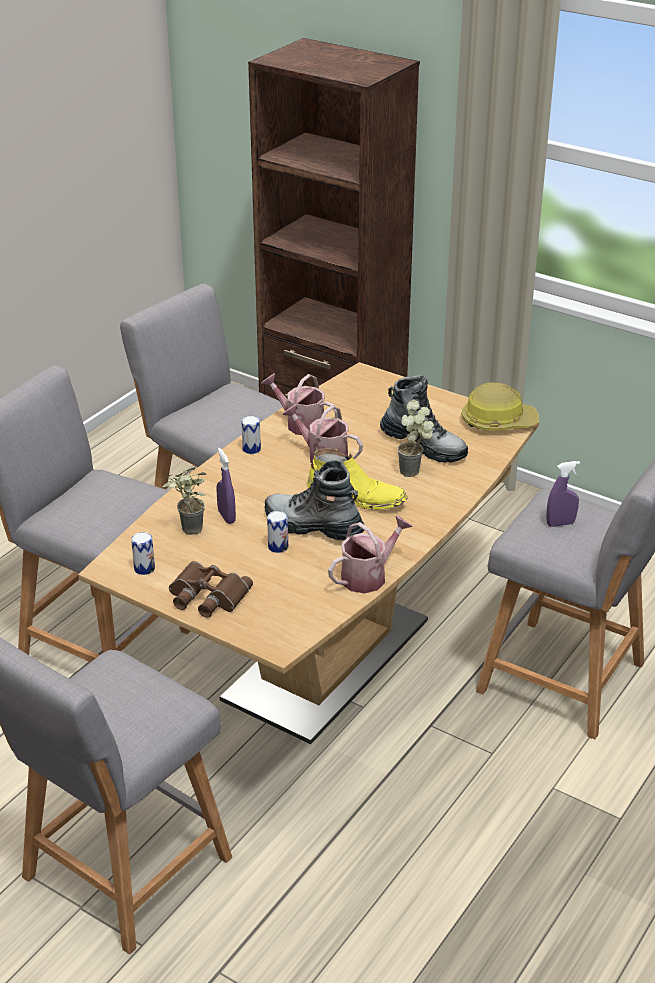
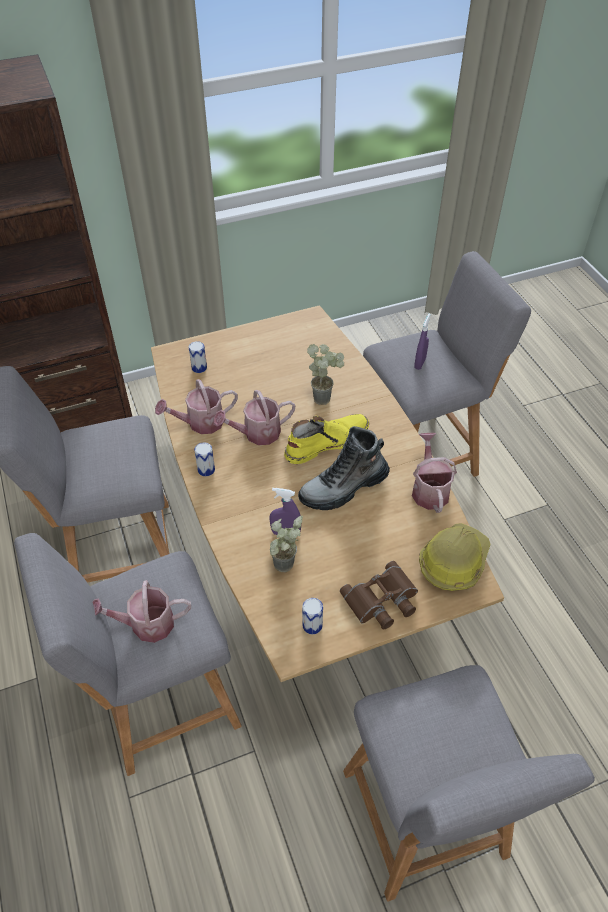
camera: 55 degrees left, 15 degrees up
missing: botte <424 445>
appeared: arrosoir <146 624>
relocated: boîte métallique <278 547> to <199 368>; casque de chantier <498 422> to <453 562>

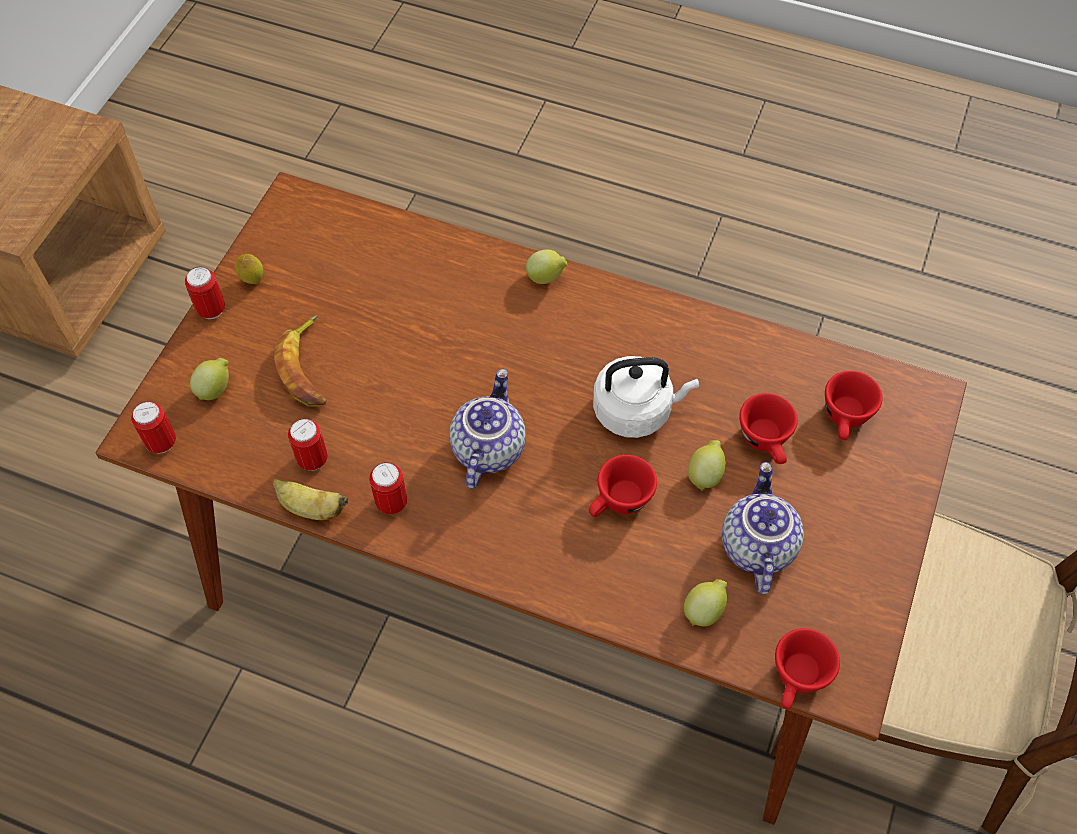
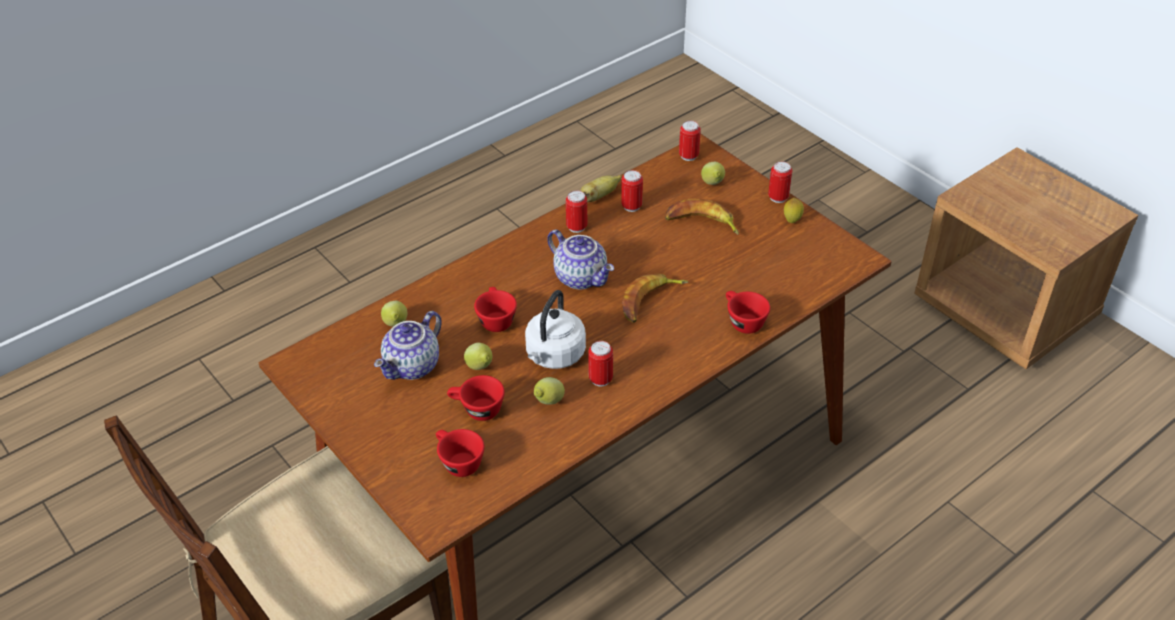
camera: 120 degrees right, 15 degrees down
appeared: boîte métallique <600 379>; banane <650 301>
relocated: citron <546 278> to <548 402>; tasse/rouge <797 680> to <742 321>
spun: théière <755 546> = <413 367> 90 degrees clockwise

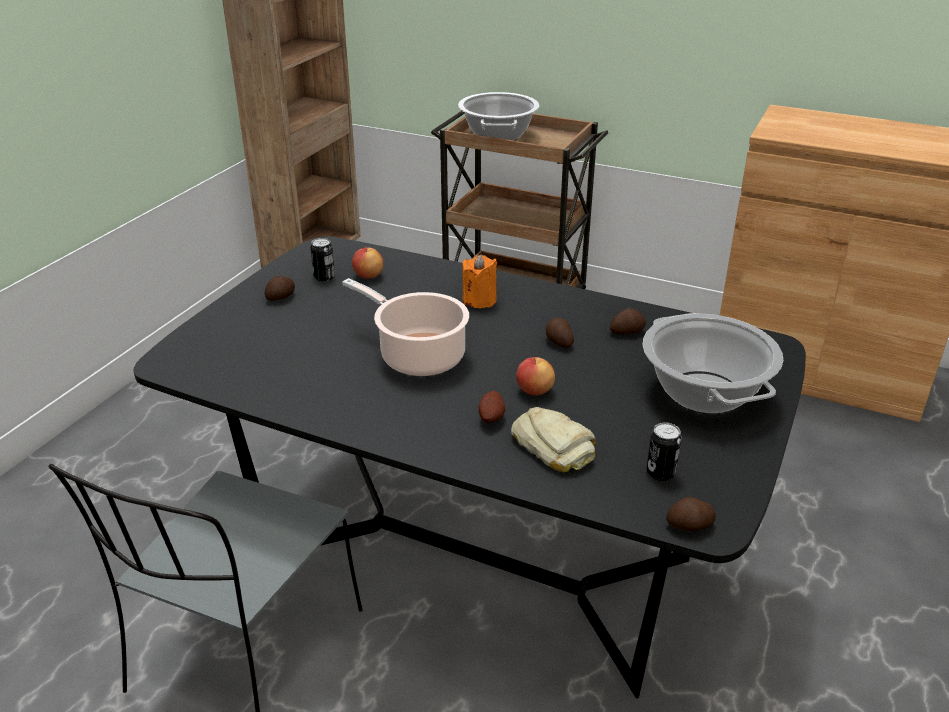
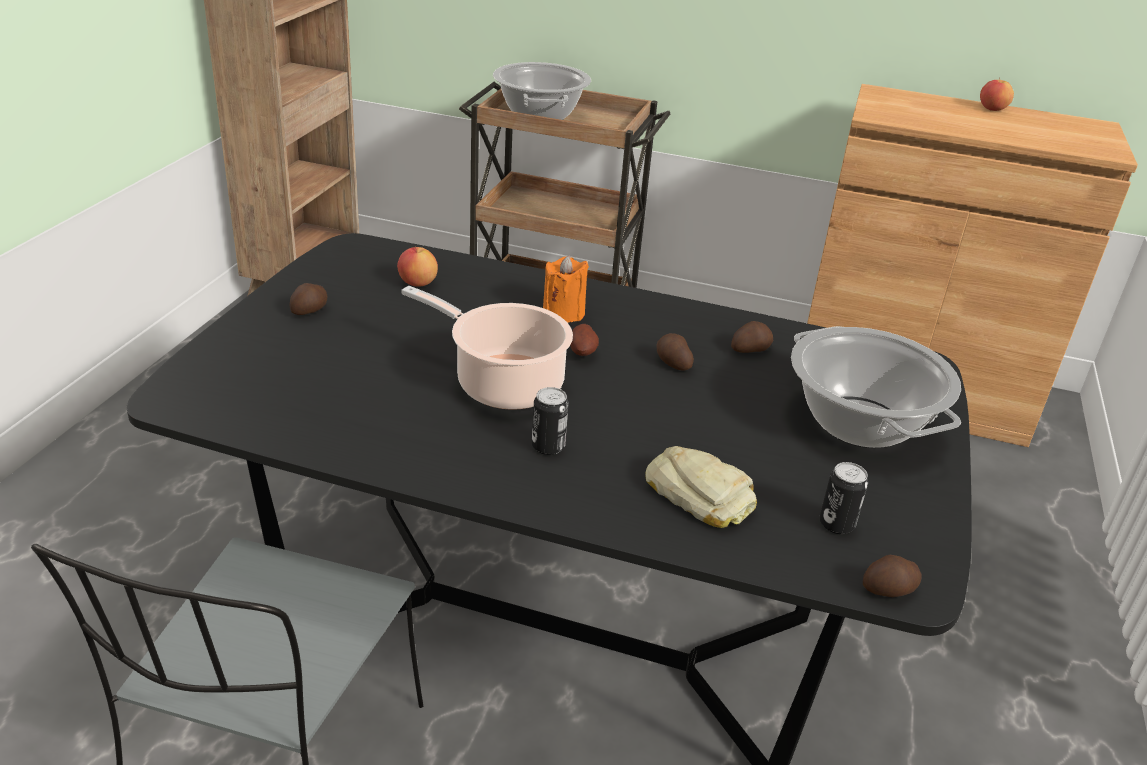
camera: 10 degrees left, 0 degrees up
relocated: boîte métallique <324 277> to <548 446>; pomme de terre <492 417> to <583 352>; pomme <534 391> to <992 109>

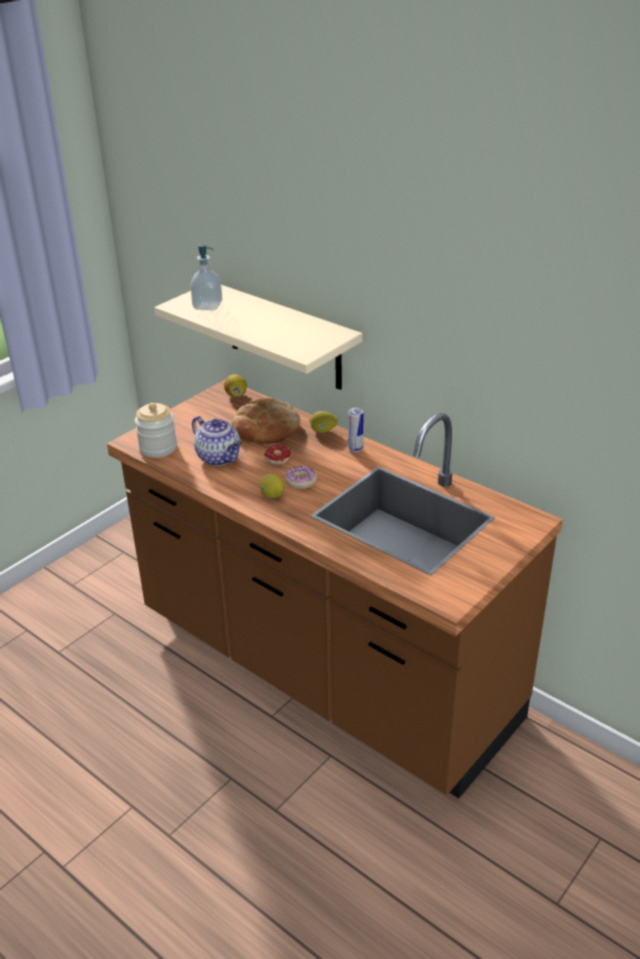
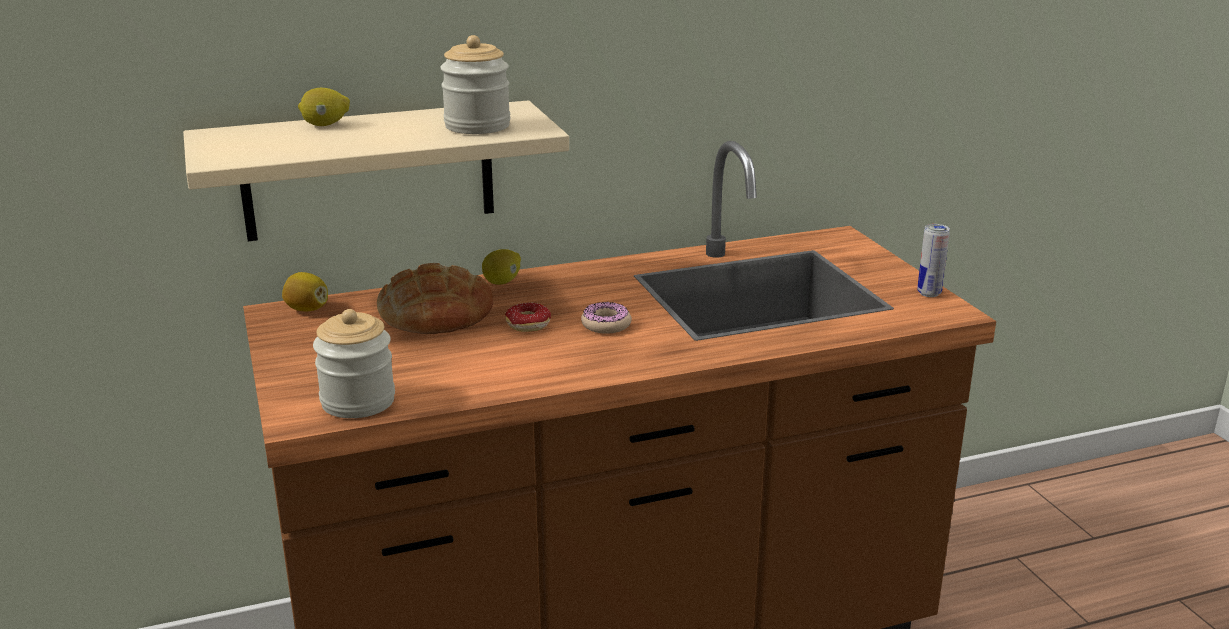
camera: 60 degrees left, 10 degrees down
missing: distributeur de savon <207 306>; théière <219 458>
appeared: bocal <477 126>
relocated: citron <272 496> to <325 125>; boîte métallique <355 449> to <929 293>

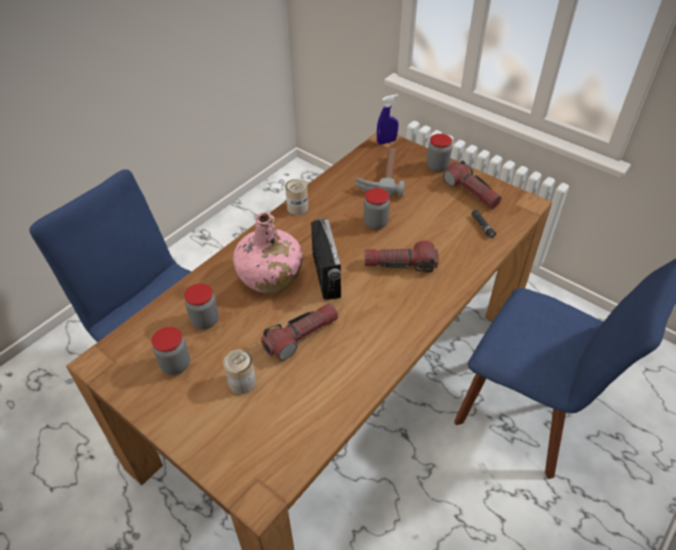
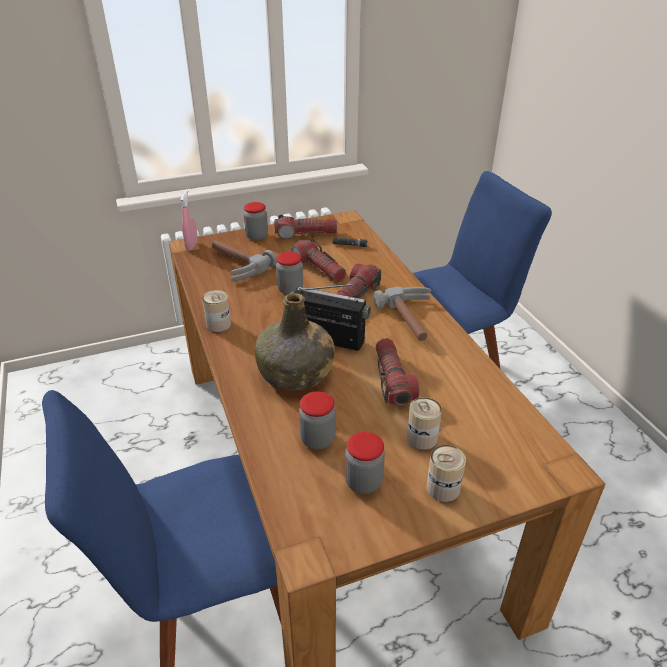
camera: 60 degrees left, 10 degrees down
appeared: lampe de poche <319 269>; marteau <414 319>; boîte métallique <443 488>
colour: bouteille/rose <269 276> to bouteille/vert <295 374>; vaporisateur/bleu <386 142> to vaporisateur/rose <192 245>

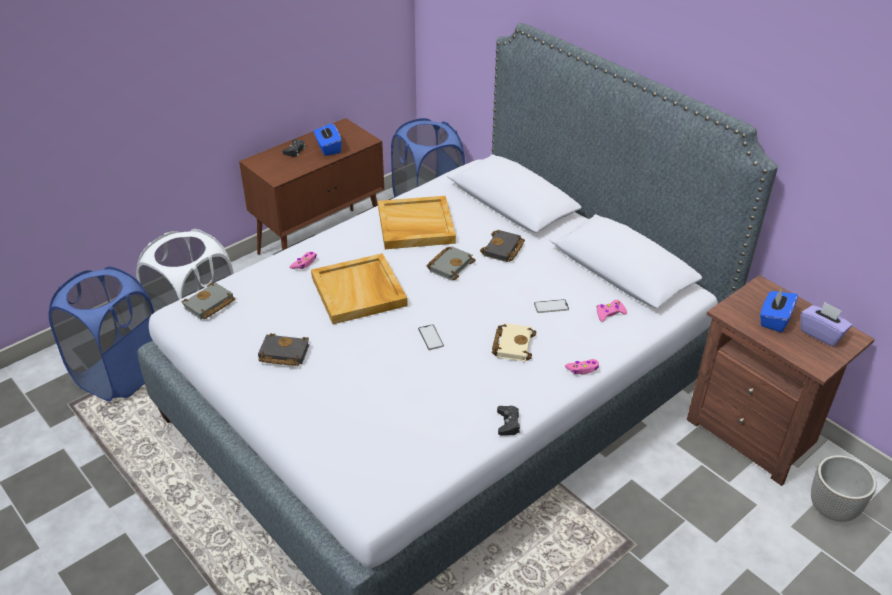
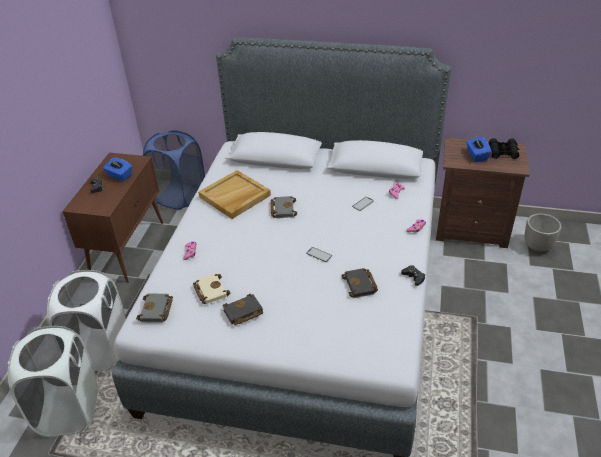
camera: 35 degrees left, 0 degrees up
missing: plateau/beige <359 292>
relocated: livre/noir <503 250> to <361 285>; livre/beige <512 344> to <210 291>
exchanged: boîte à mouchoirs/violet <821 333> to jumelles/noir <503 152>
colour: panier à linge/bleu <120 374> to panier à linge/blanc <68 410>

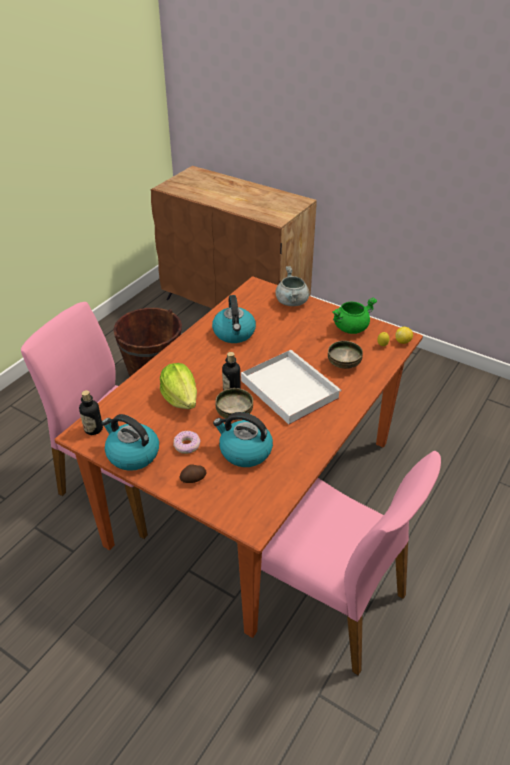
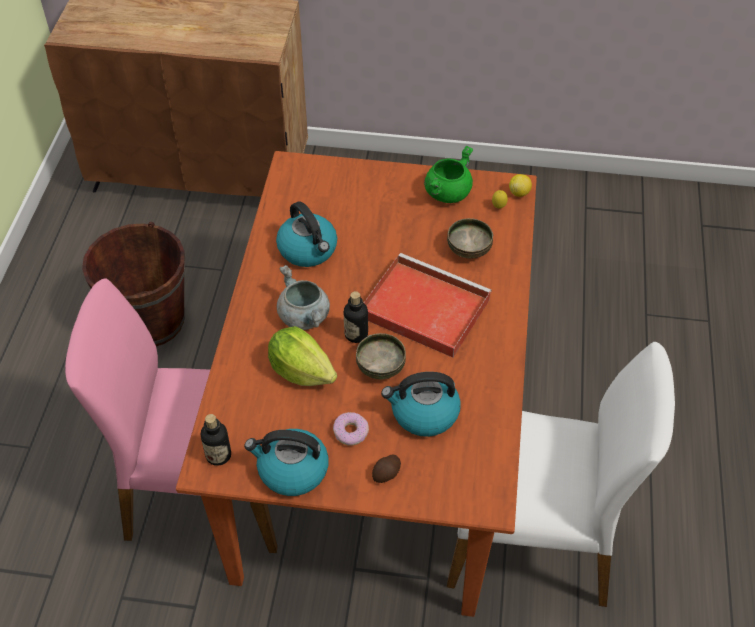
camera: 25 degrees left, 10 degrees up
relocated: marmite/gris <292 302> to <305 317>
colour: plateau/blanc <287 388> to plateau/rouge <422 308>; chaise/rose <329 601> to chaise/blanc <534 536>

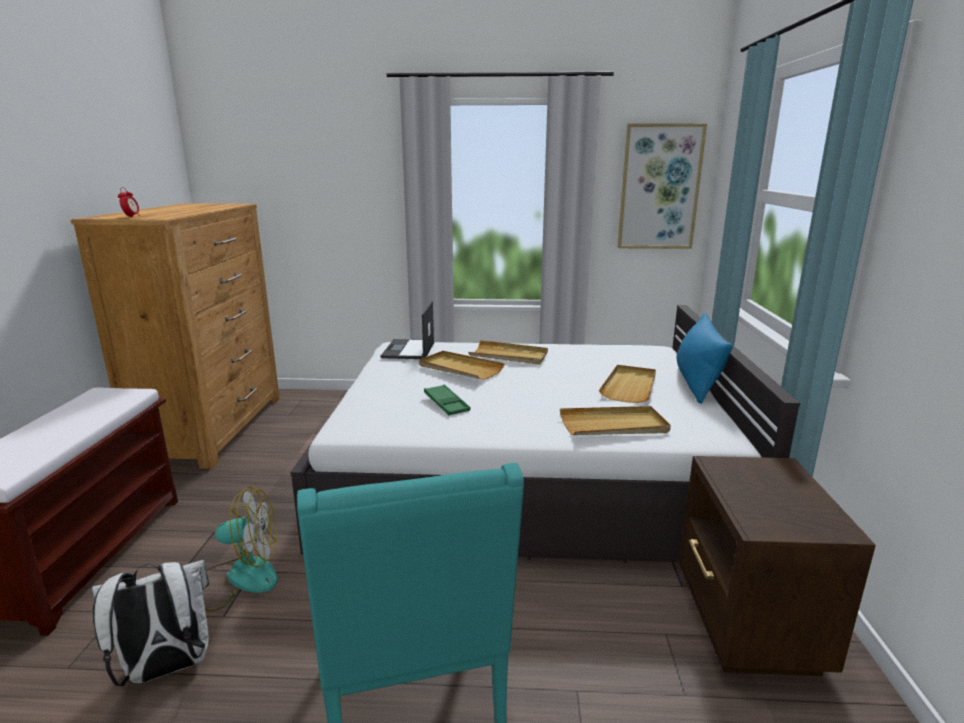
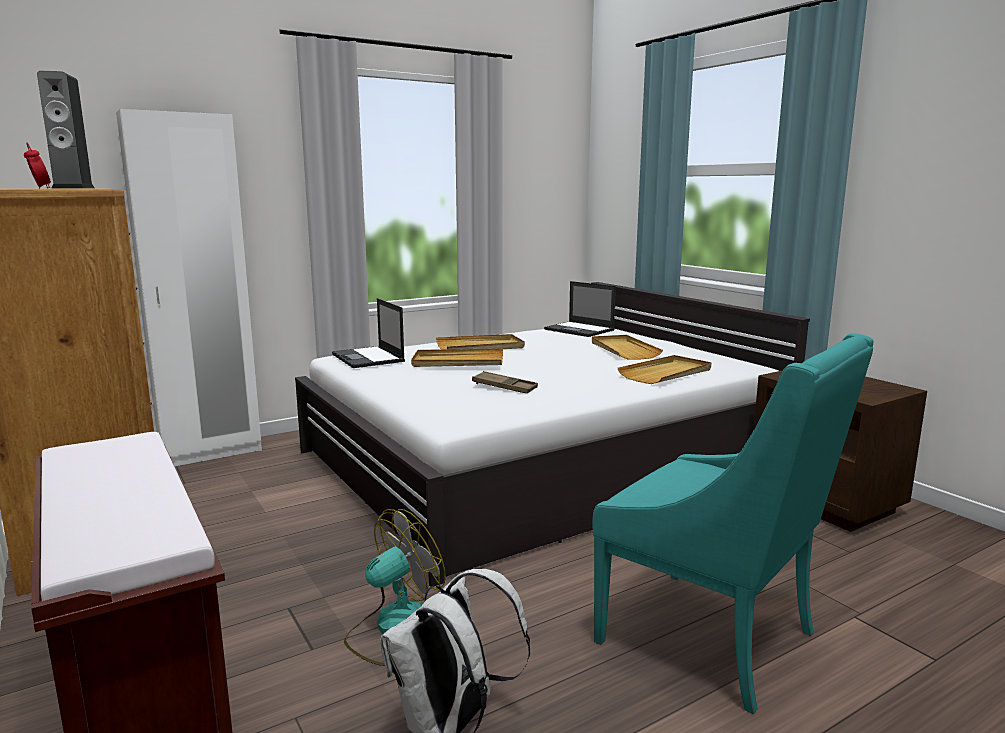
camera: 35 degrees left, 5 degrees down
missing: tableau <659 187>; coussin/bleu <697 382>
appeared: enceinte <73 188>; armoire/blanc <211 454>; ordinateur portable <580 330>
colour: plateau/vert <446 404> to plateau/marron <504 387>

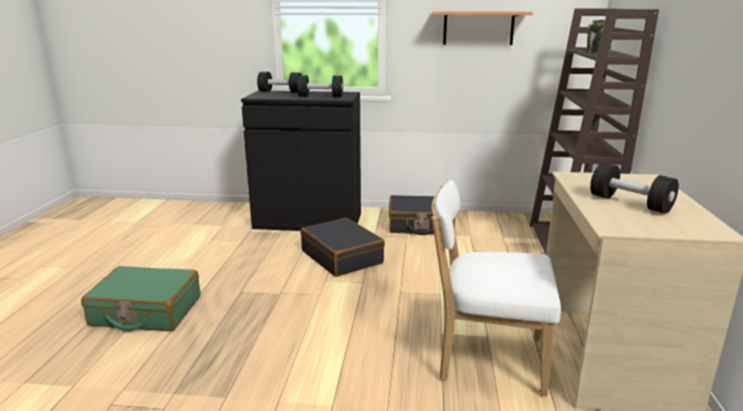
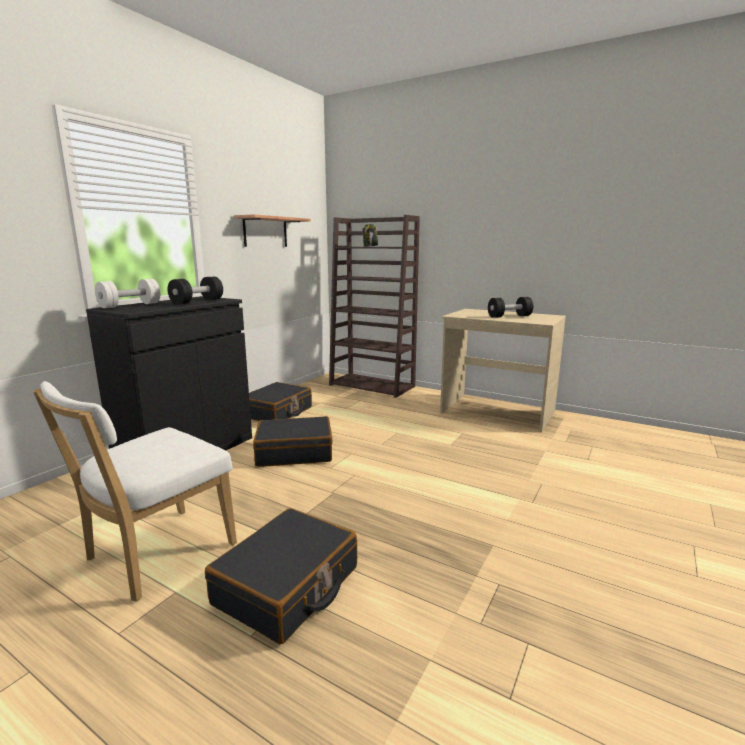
camera: 65 degrees left, 5 degrees down
relocated: chaise/blanc <485 358> to <155 555>
colour: valise/vert <146 311> to valise/noir <288 586>; haltère/noir <281 92> to haltère/blanc <130 305>

